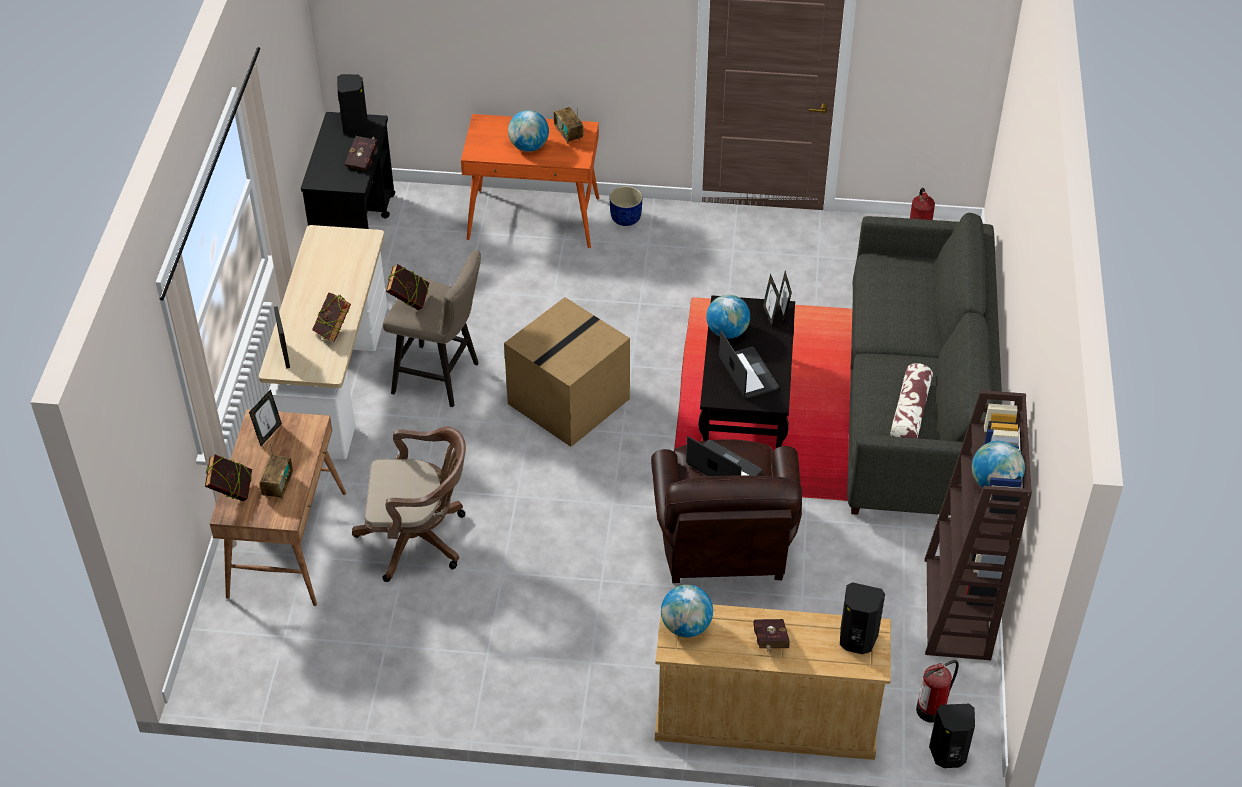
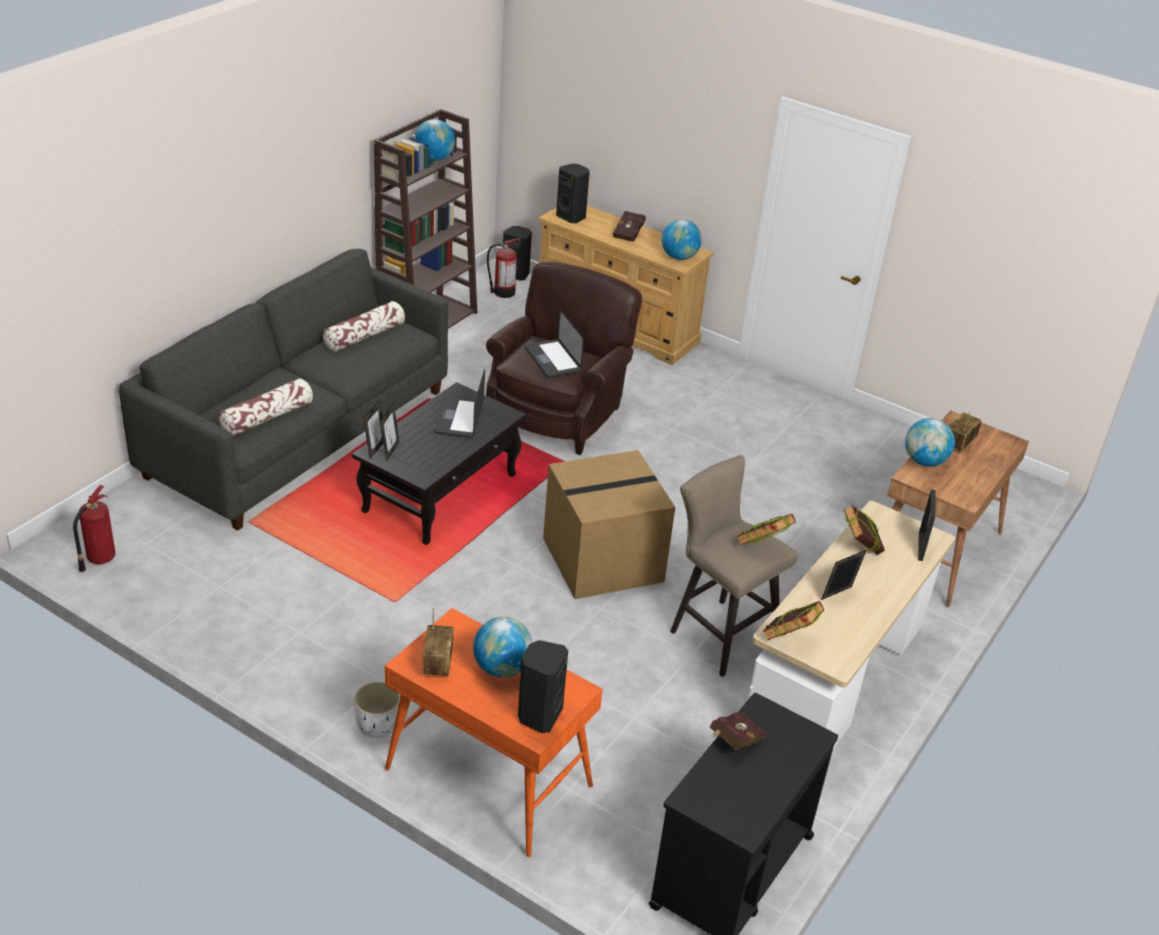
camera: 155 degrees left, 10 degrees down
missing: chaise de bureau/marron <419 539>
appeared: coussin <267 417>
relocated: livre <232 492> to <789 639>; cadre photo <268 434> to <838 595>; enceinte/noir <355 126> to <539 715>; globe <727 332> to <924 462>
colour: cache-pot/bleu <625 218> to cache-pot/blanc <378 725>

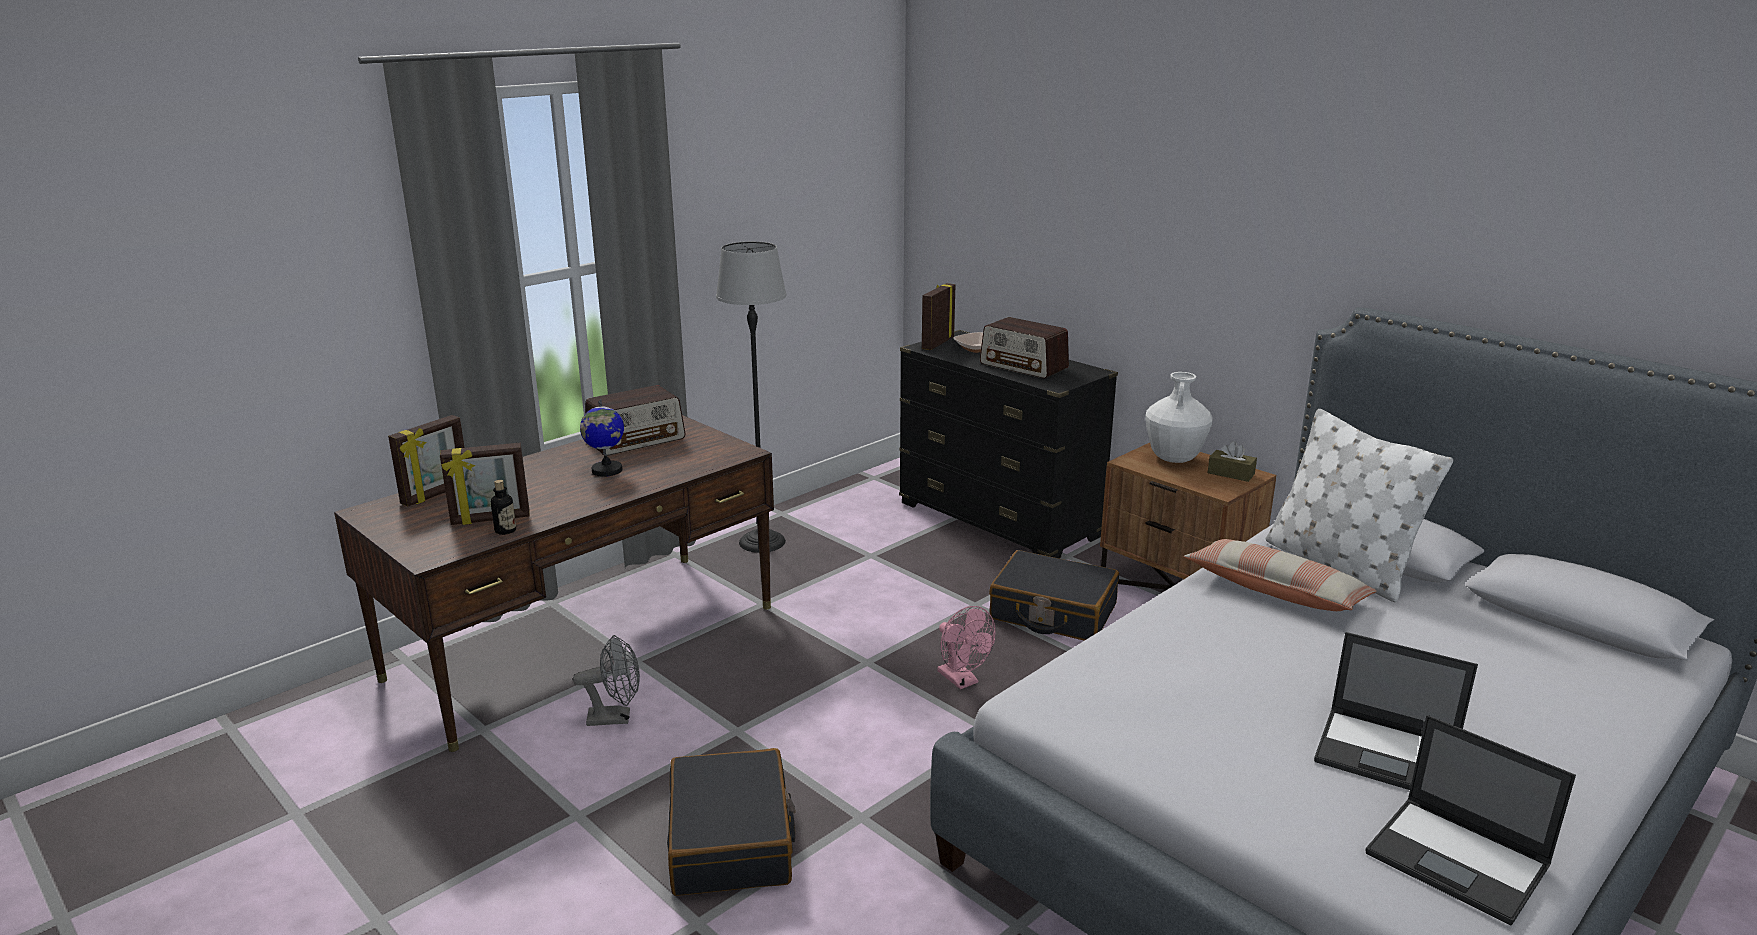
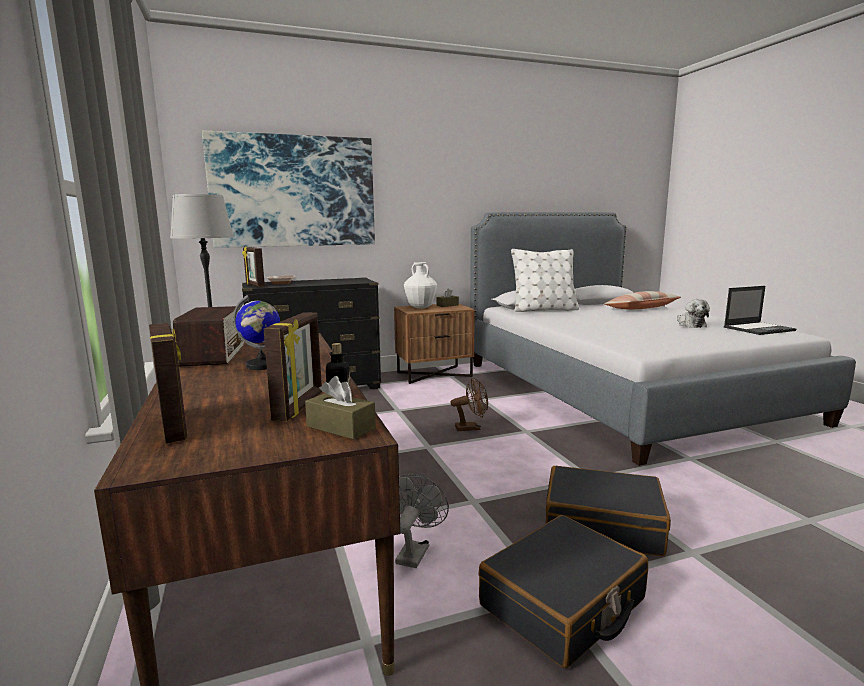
camera: 65 degrees left, 10 degrees down
missing: radio <1024 366>
appeared: tableau <294 191>; boîte à mouchoirs/marron <341 427>
relocated: valise/noir <1052 612> to <563 603>; coussin <1276 591> to <641 309>
exchanged: ordinateur portable <1388 754> to peluche <690 324>
colour: ventilateur/rose <962 680> to ventilateur/marron <471 428>

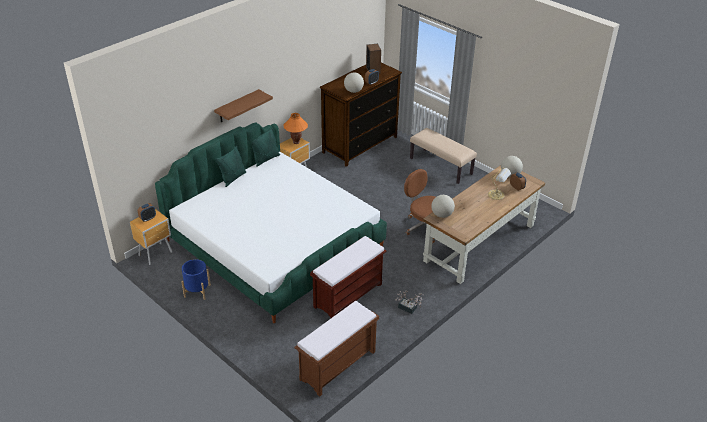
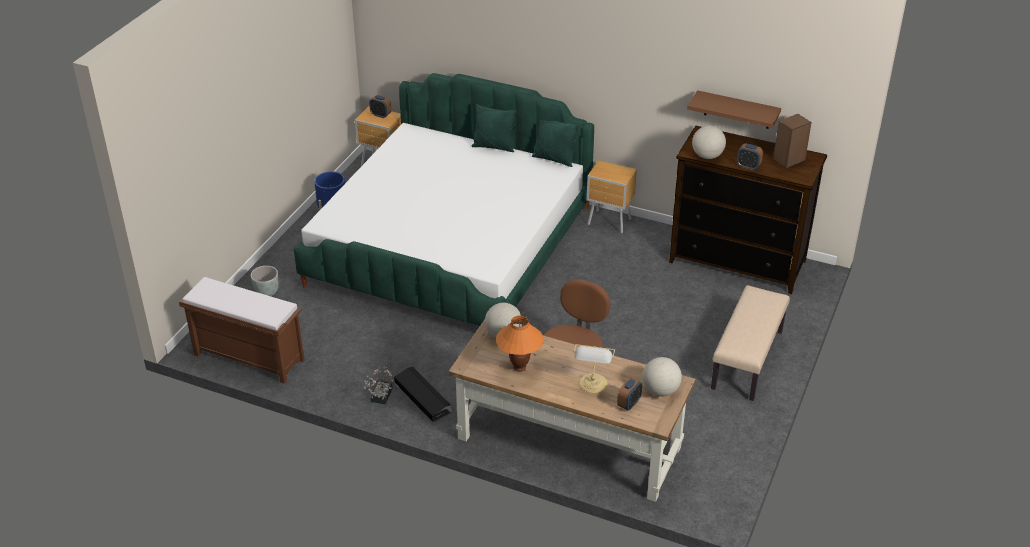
camera: 70 degrees right, 0 degrees up
missing: banc/marron <348 295>
appeared: cache-pot/gris <266 292>; boîte de rangement/noir <422 397>
relocated: étagère/marron <237 106> to <737 110>; lampe de table/orange <296 142> to <519 367>

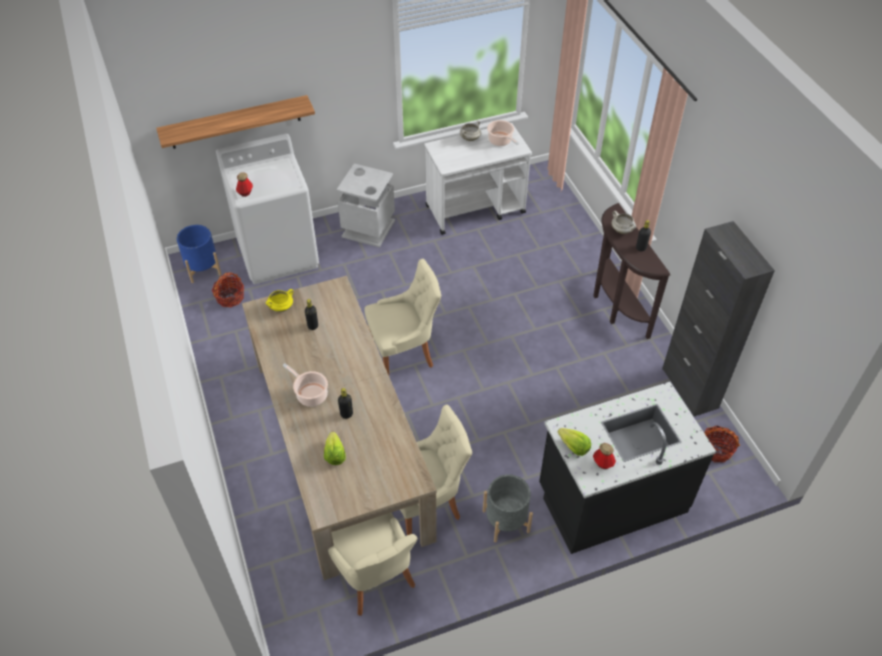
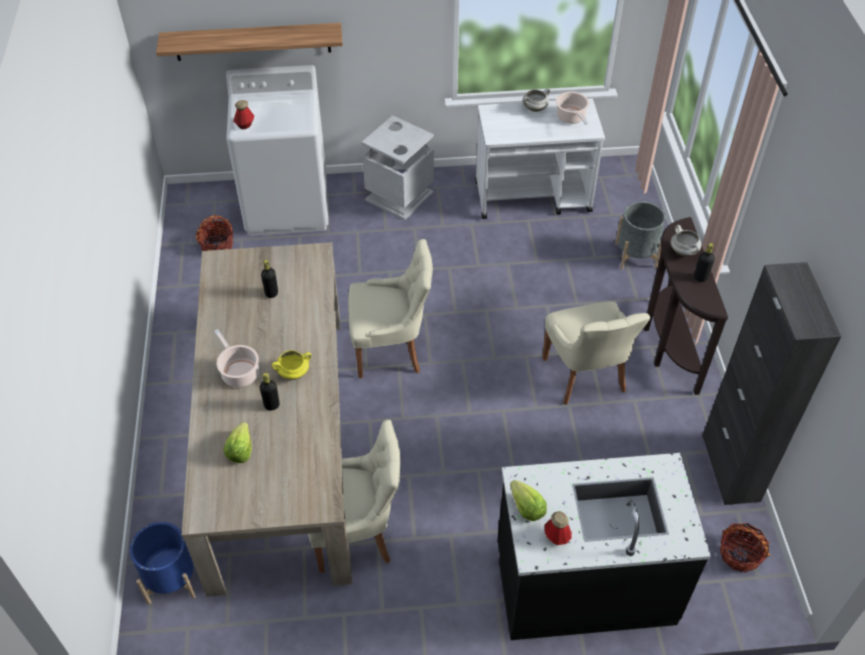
camera: 15 degrees right, 0 degrees up
relocated: cache-pot/bleu <203 269> to <171 579>; marmite/jaune <281 307> to <293 372>; chaise/beige <375 579> to <585 377>; cache-pot/gris <506 521> to <636 255>

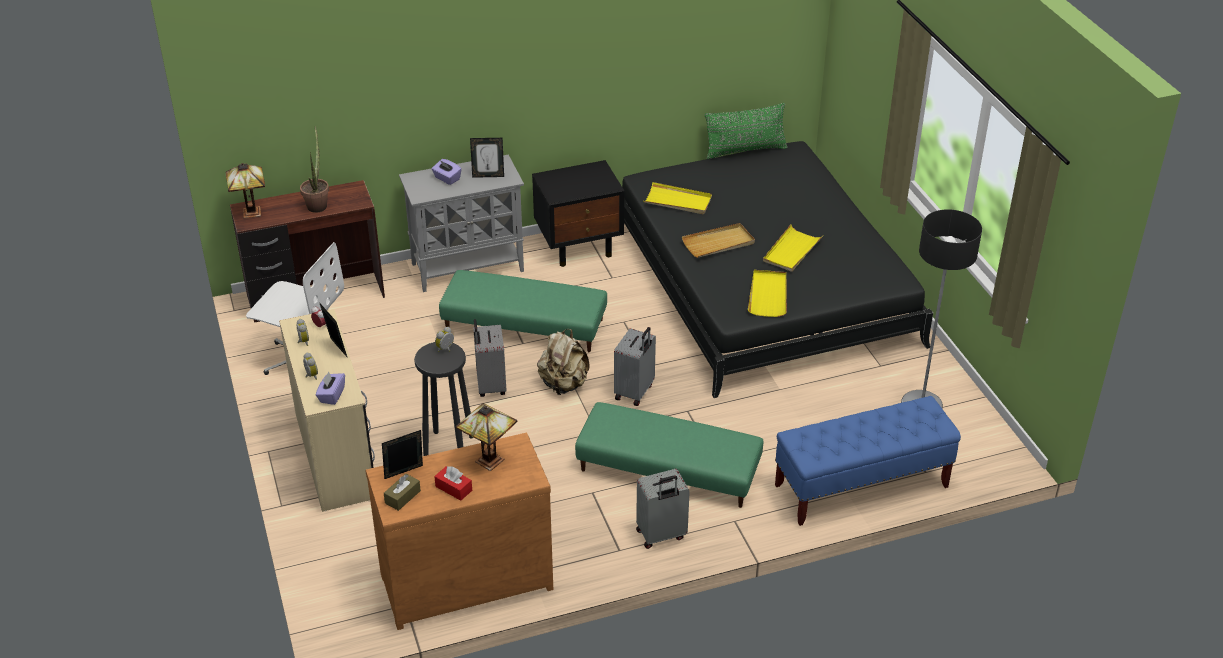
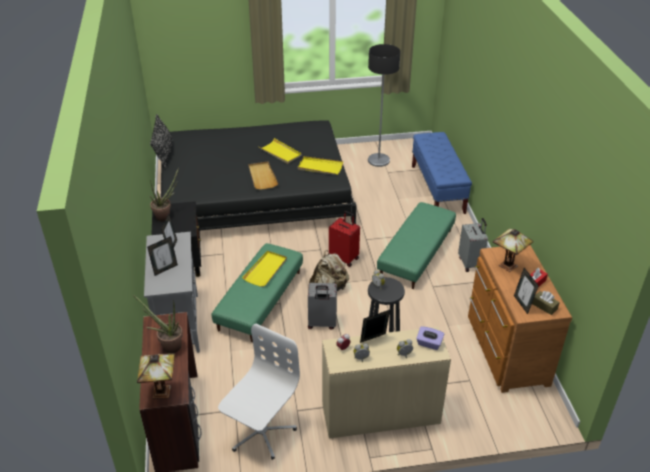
camera: 80 degrees left, 0 degrees up
appeared: plante en pot <165 216>
relocated: plateau/jaune <678 201> to <266 270>
exchanged: boîte à mouchoirs/violet <447 179> to cadre photo <165 269>
colour: valise/gris <635 392> to valise/rouge <344 258>; coussin/vert <745 150> to coussin/noir <164 153>

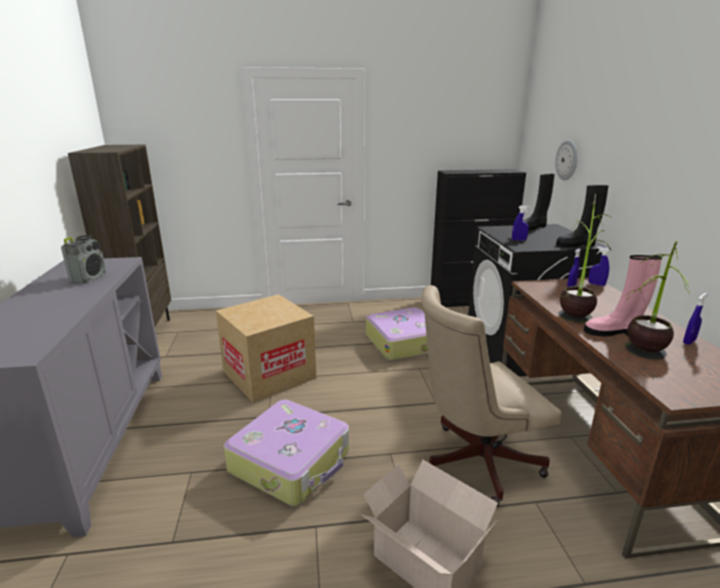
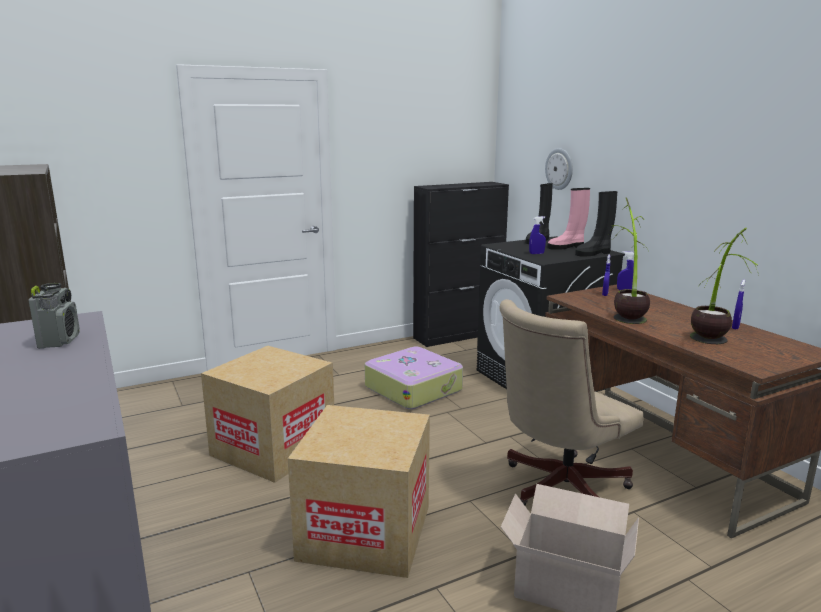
camera: 20 degrees left, 5 degrees down
relocated: botte/rose <613 332> to <566 247>
exchanged: valise <291 461> to carton <365 532>

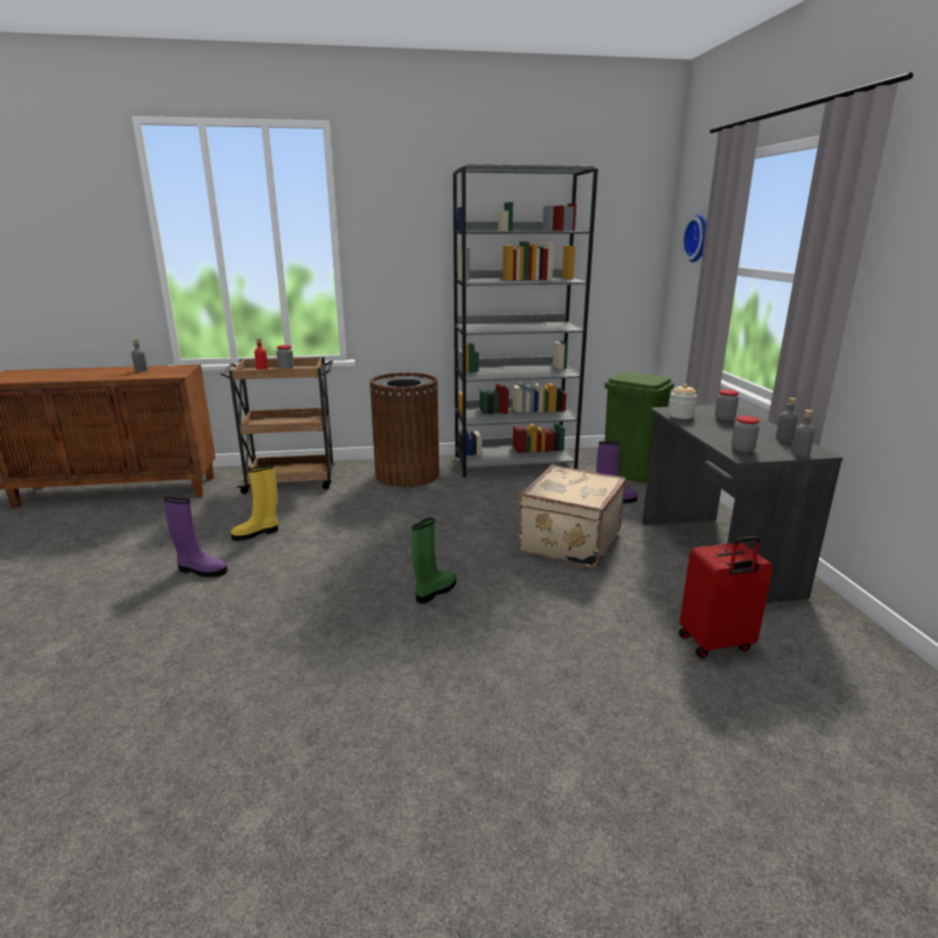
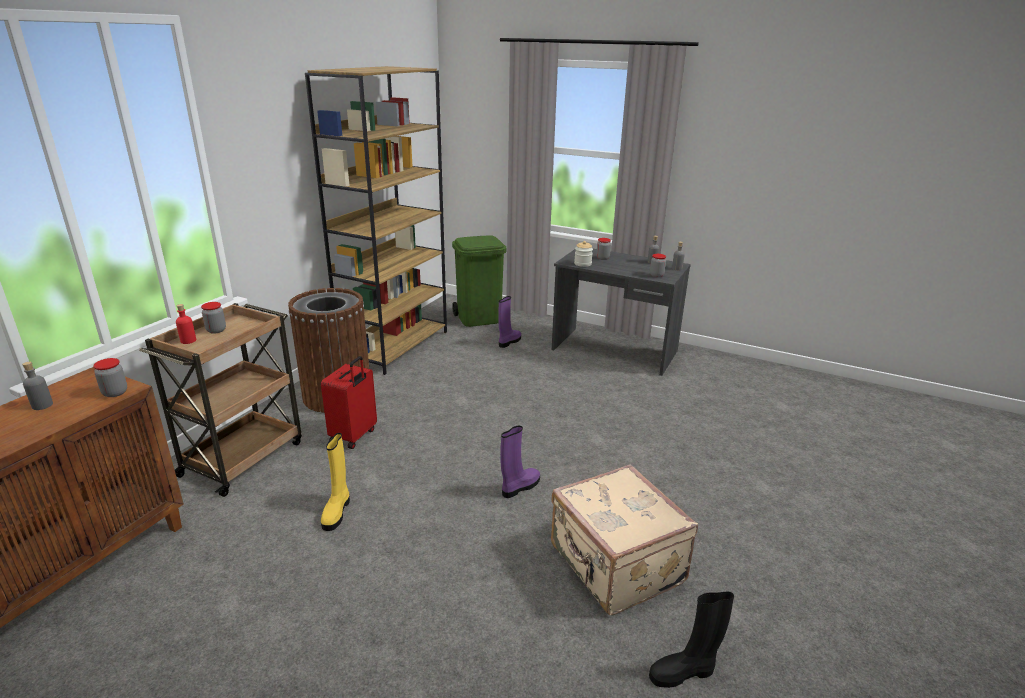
camera: 55 degrees left, 5 degrees up
missing: botte/vert <435 591>; horloge murale <699 238>
appeared: bocal <115 393>; botte/noir <683 672>
relocated: botte/violet <201 570> to <519 487>; valise/beige <568 542> to <615 566>; valise/rouge <716 644> to <354 436>
colour: bibliothèque/gris <515 463> to bibliothèque/marron <395 345>

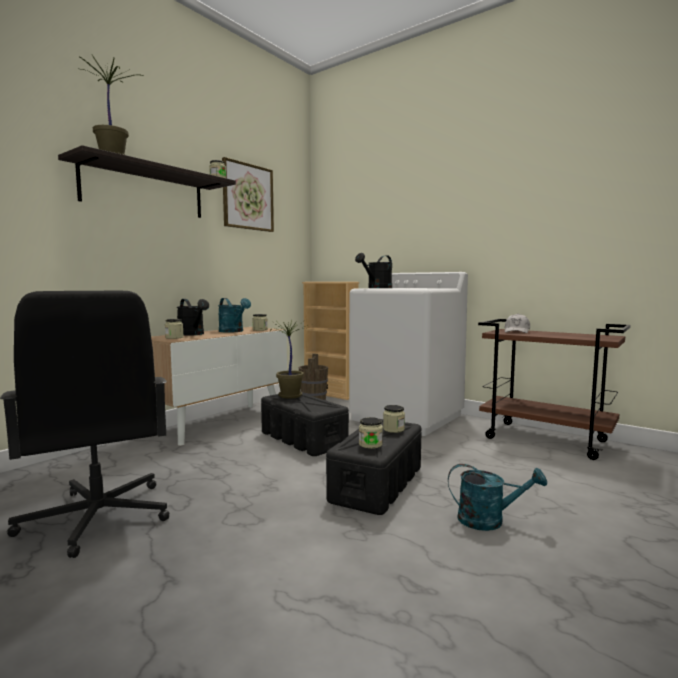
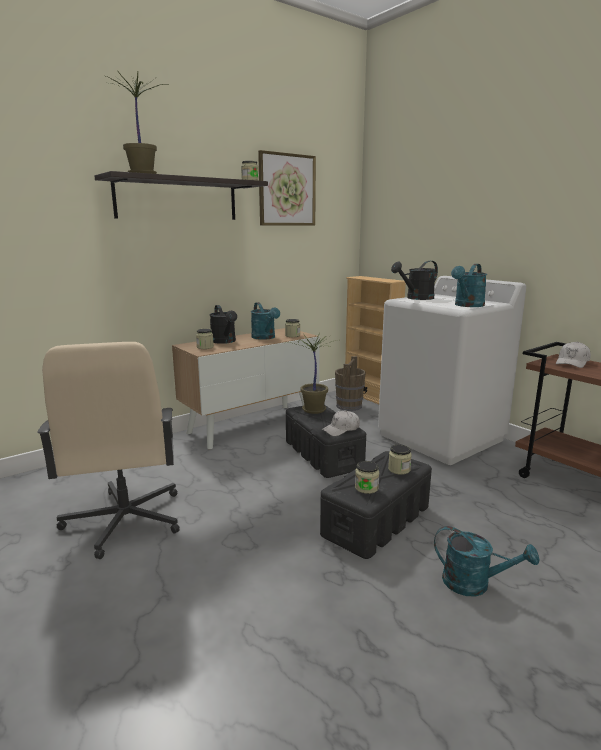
camera: 15 degrees right, 10 degrees up
appeared: casquette/blanc <341 429>; arrosoir/turquoise <467 305>
colour: chaise de bureau/noir <97 518> to chaise de bureau/beige <124 521>

